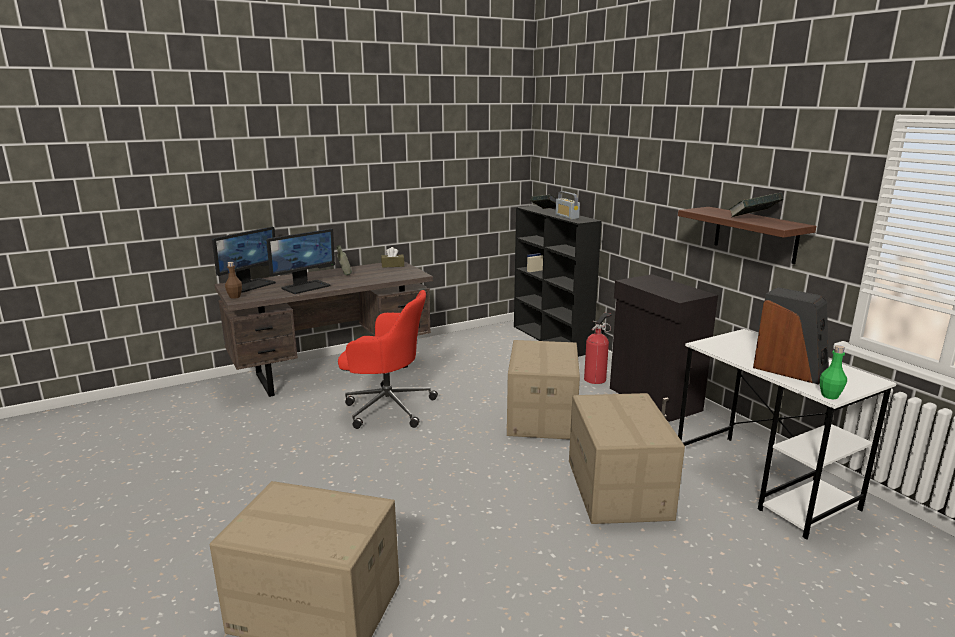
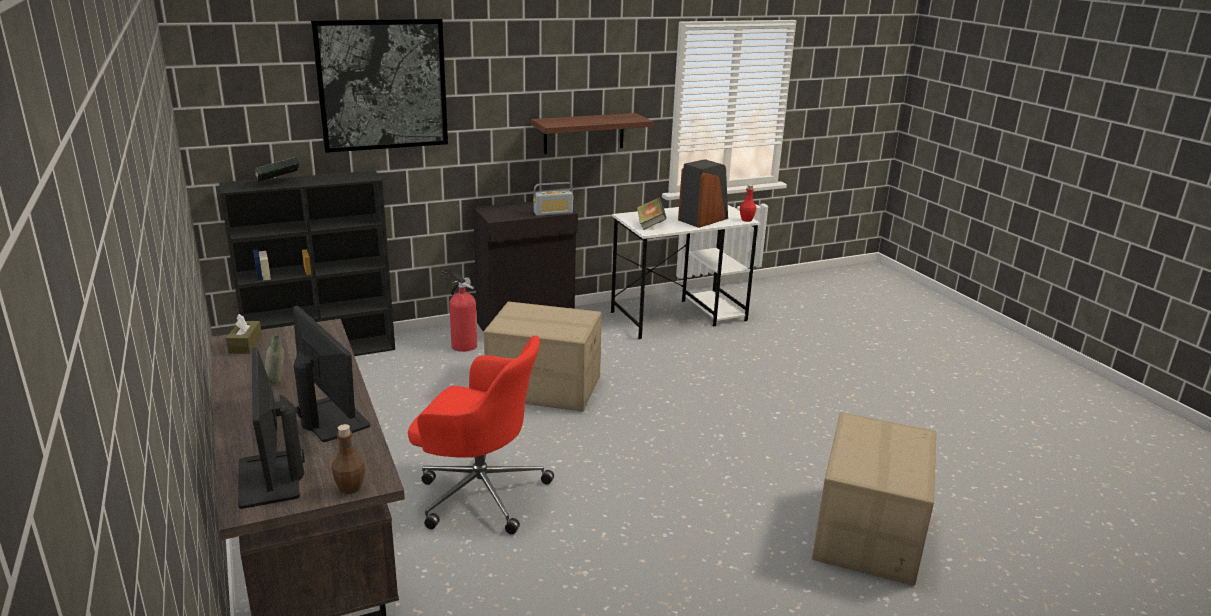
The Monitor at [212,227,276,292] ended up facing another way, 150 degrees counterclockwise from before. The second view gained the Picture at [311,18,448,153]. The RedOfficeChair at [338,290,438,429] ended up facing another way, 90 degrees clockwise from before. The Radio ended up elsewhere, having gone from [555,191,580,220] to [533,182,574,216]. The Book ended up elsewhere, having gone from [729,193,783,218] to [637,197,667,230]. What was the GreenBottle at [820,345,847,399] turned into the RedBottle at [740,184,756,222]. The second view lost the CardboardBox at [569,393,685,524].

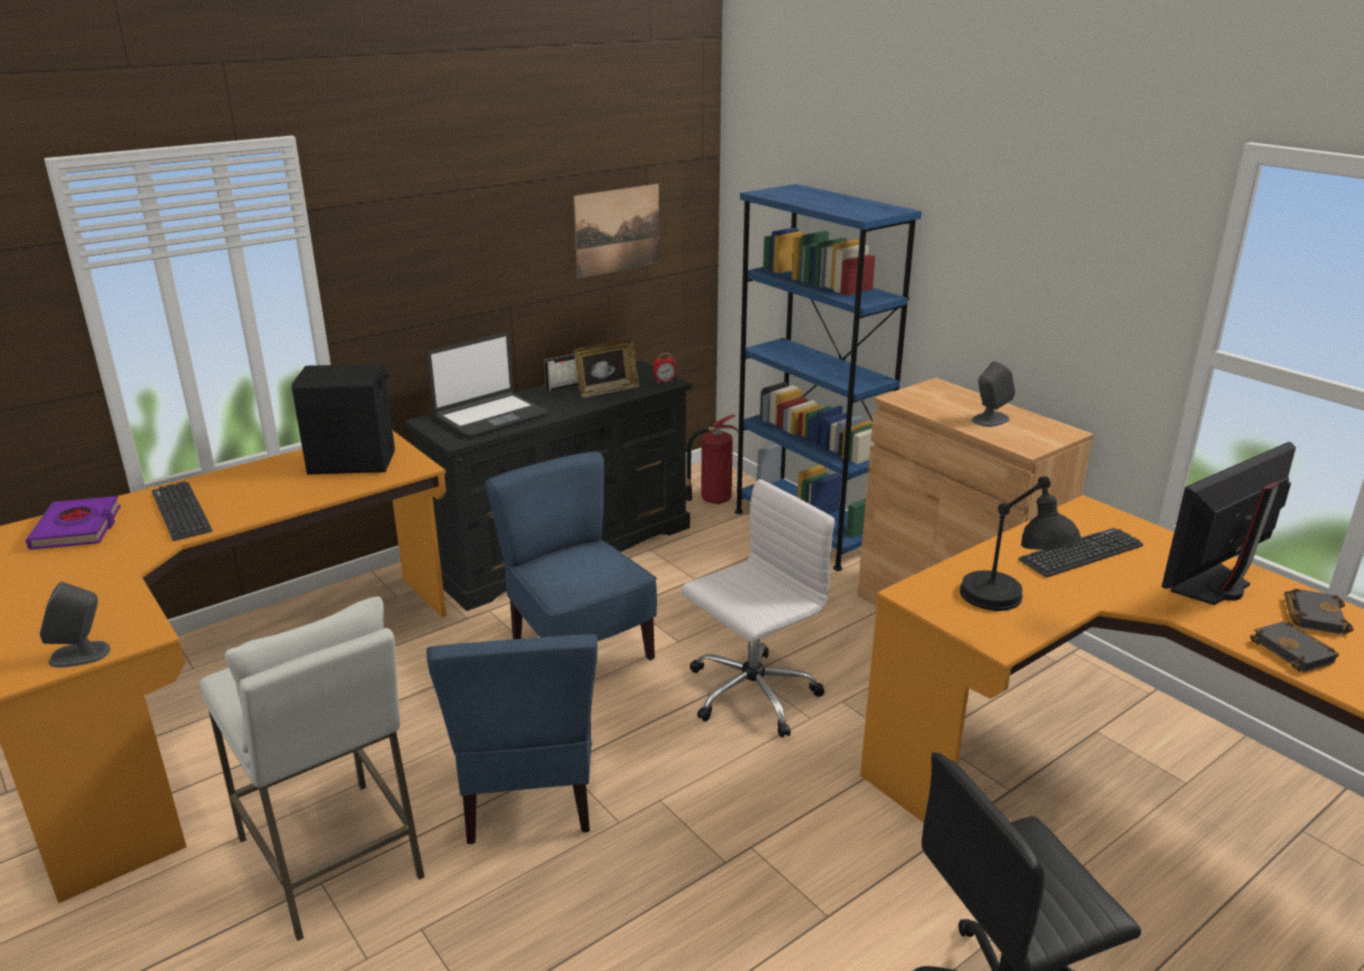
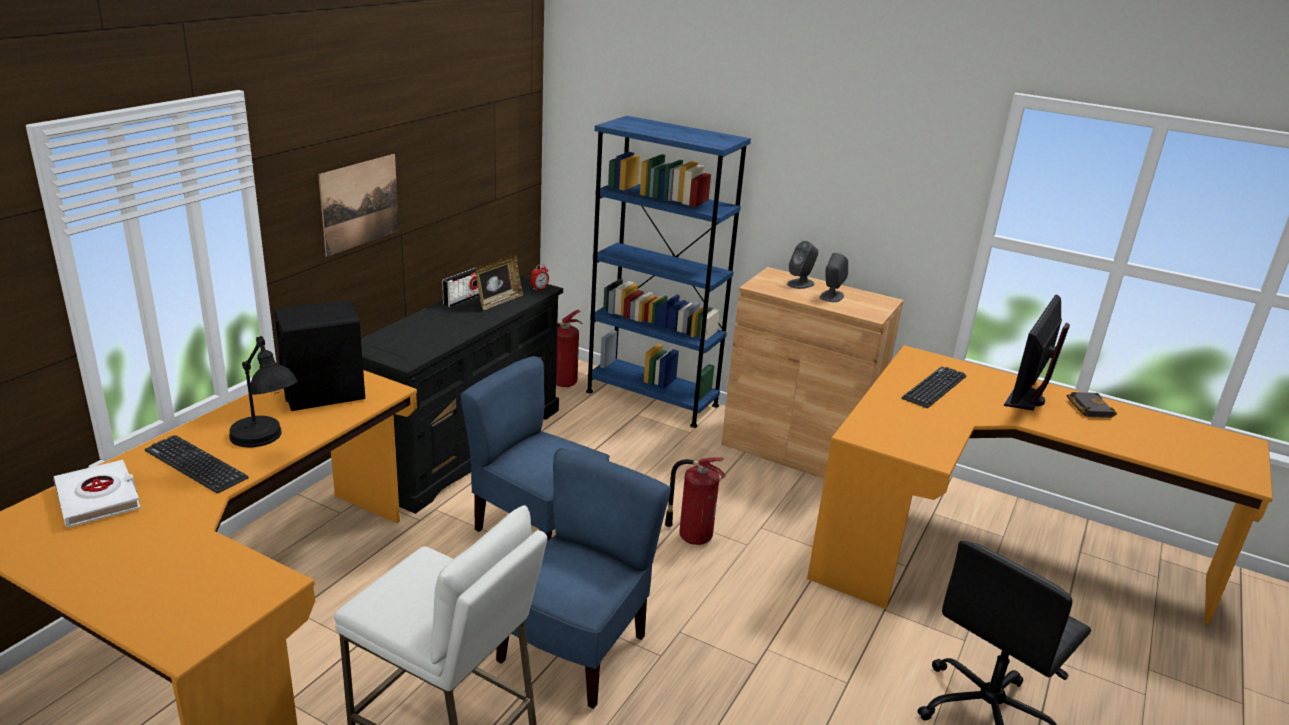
What was the PurpleBook at [25,496,121,550] turned into the WhiteBook at [53,460,141,528]. The BlackTableLamp ended up elsewhere, having gone from [960,476,1082,611] to [229,336,298,447]. The Picture ended up elsewhere, having gone from [573,184,659,279] to [318,154,399,257]. The BlueChair at [426,634,597,844] ended up facing another way, 120 degrees counterclockwise from before. Where the WhiteOfficeChair stood at [681,479,835,738], the FireExtinguisher came to stand at [665,457,725,545]. The GreySpeaker ended up elsewhere, having gone from [40,581,110,668] to [787,241,819,289]. The second view lost the Laptop at [427,333,548,438]. The second view lost the BlackBook at [1250,622,1339,672].

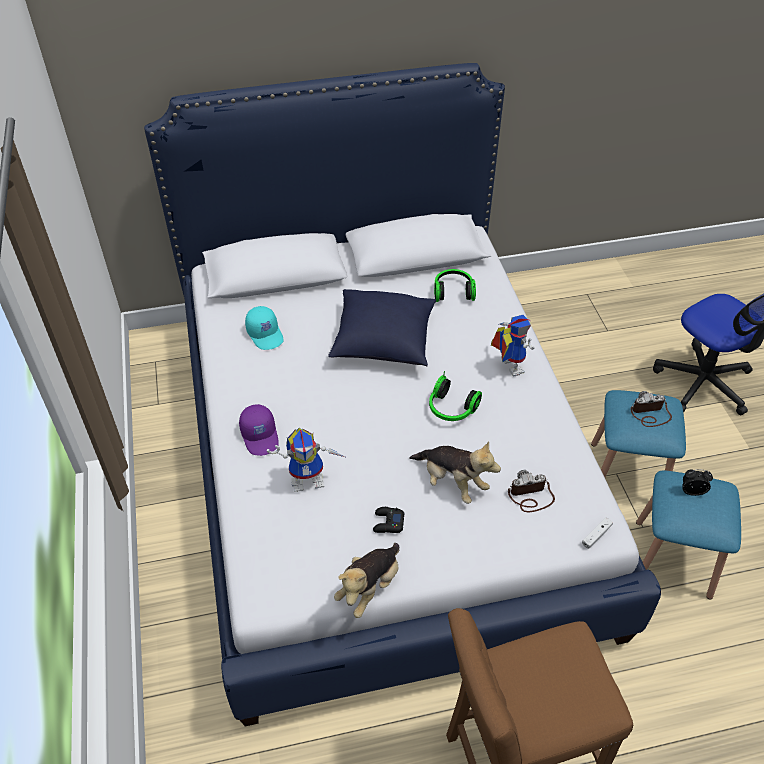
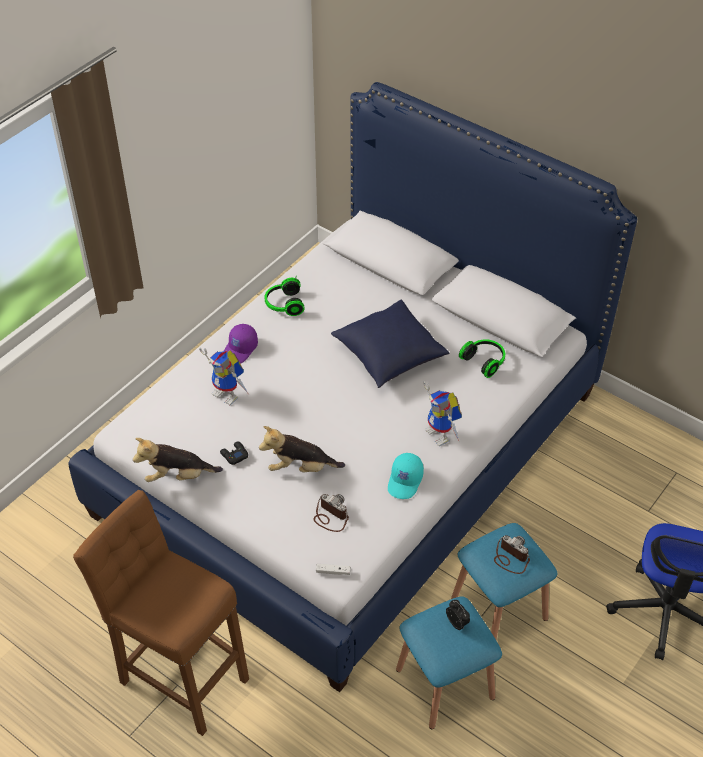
The PlushToy at [409,441,501,504] ended up facing another way, 90 degrees clockwise from before. The Headphones ended up elsewhere, having gone from [429,371,482,421] to [265,275,305,316]. The TurquoiseCap ended up elsewhere, having gone from [245,306,284,350] to [388,453,424,499]. The ToyRobot at [491,315,535,377] ended up facing another way, 120 degrees clockwise from before.

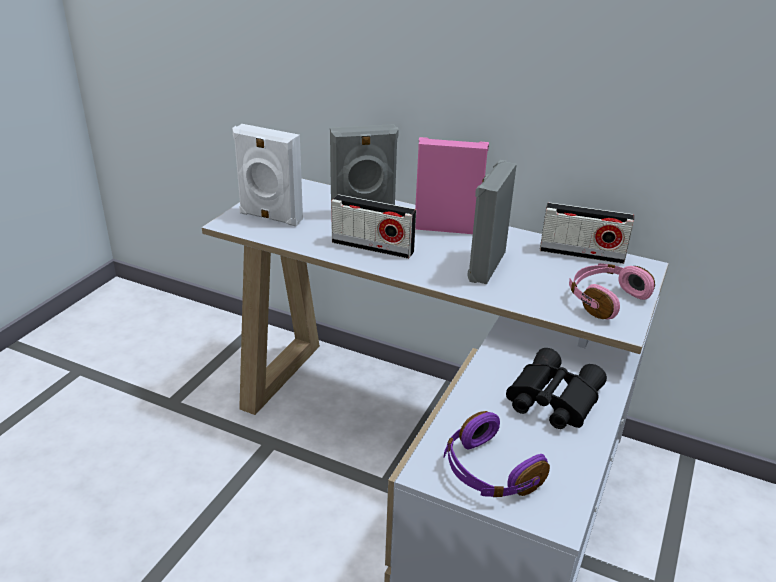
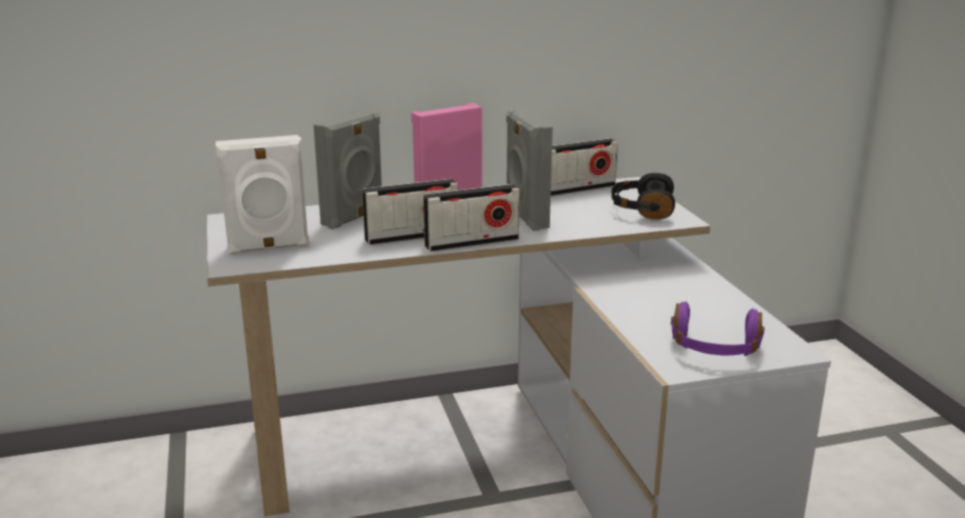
The second view gained the Radio at [423,184,520,251]. What was the PinkHeadphones at [569,263,655,319] turned into the BlackHeadphones at [612,173,675,220]. The second view lost the BlackBinoculars at [506,348,607,429].

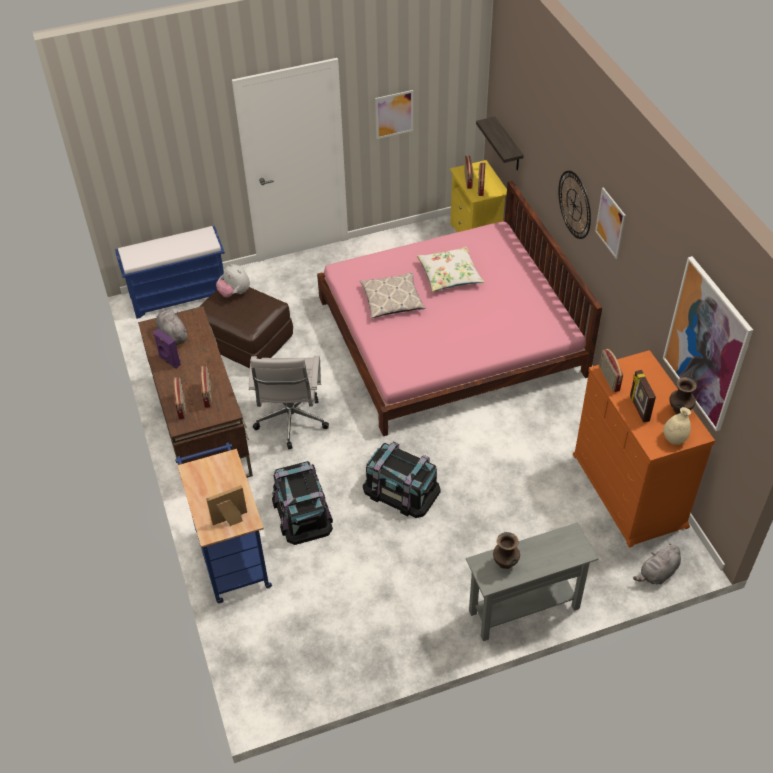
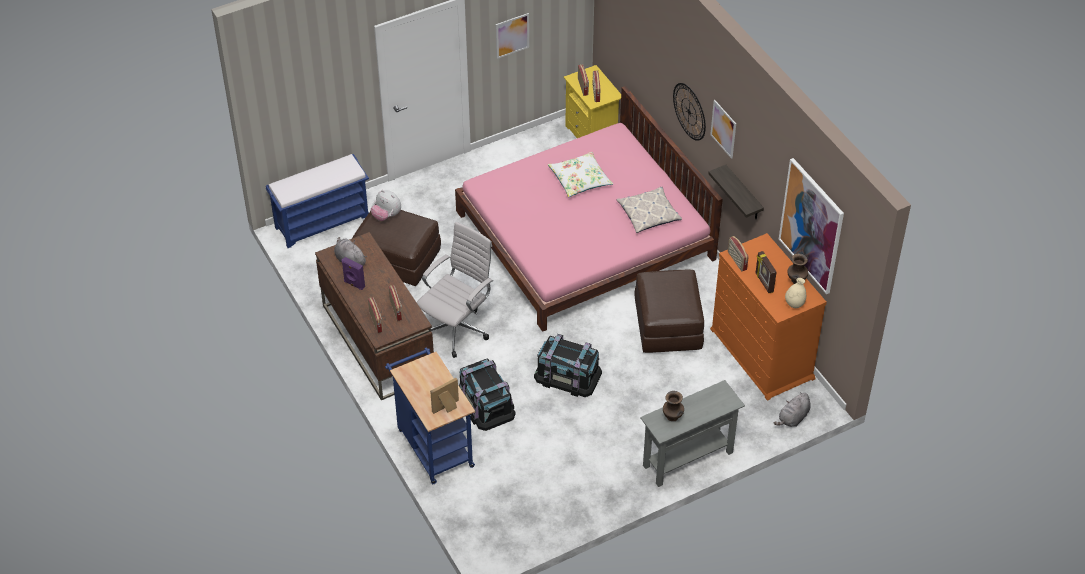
The WhiteOfficeChair at [249,356,329,449] ended up facing another way, 135 degrees counterclockwise from before. The Pillow ended up elsewhere, having gone from [360,272,425,318] to [616,186,682,233]. The second view gained the BrownOttoman at [634,270,704,353]. The Shelf ended up elsewhere, having gone from [476,117,524,170] to [708,165,764,219].

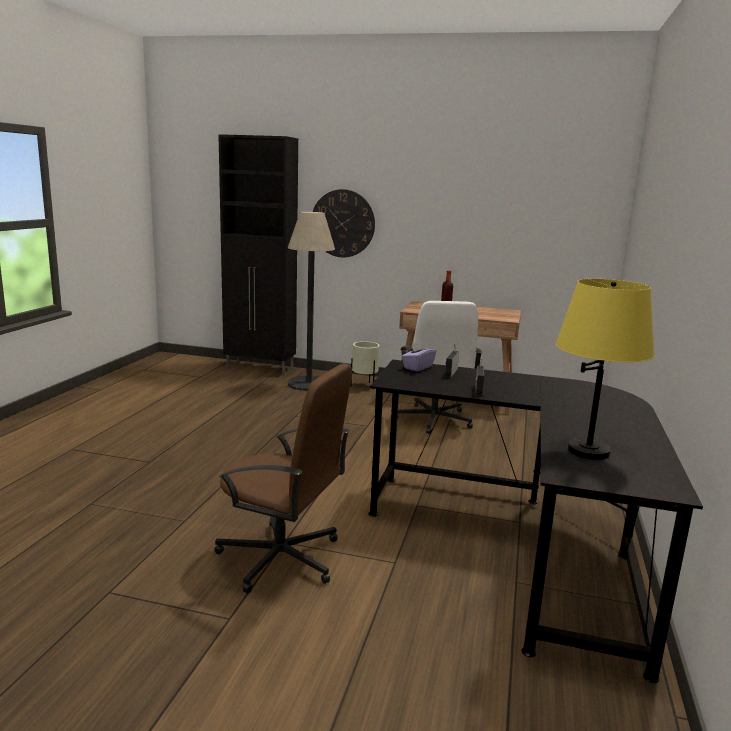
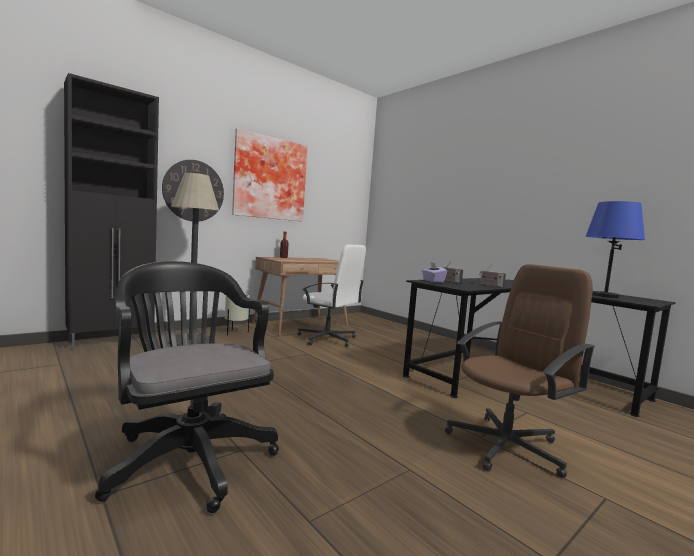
The second view gained the BlackOfficeChair at [95,261,279,513]. The second view gained the Picture at [232,128,308,221]. What was the YellowTableLamp at [556,279,655,460] turned into the BlueTableLamp at [585,201,645,298].

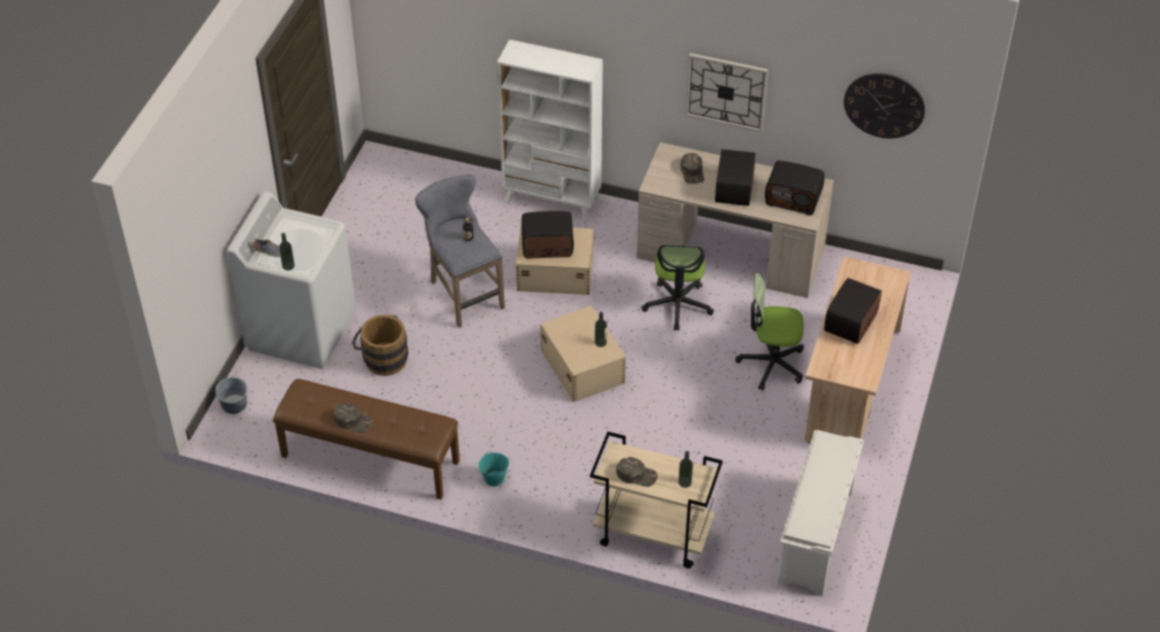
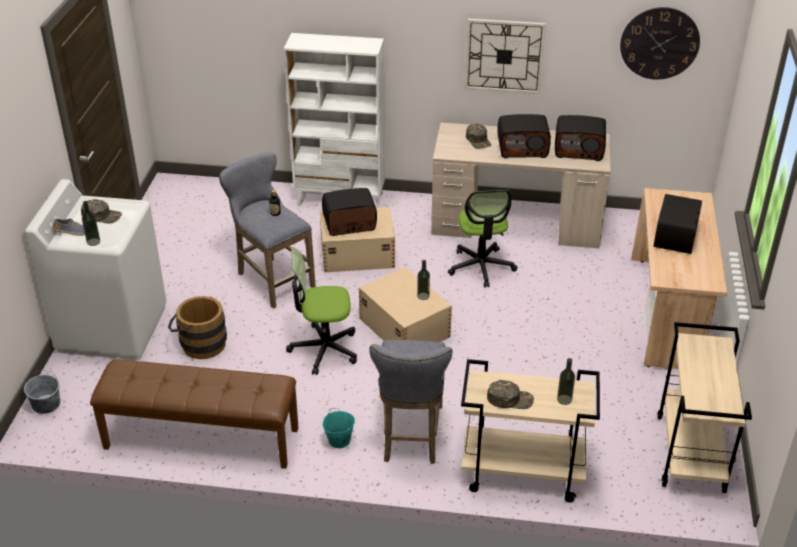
The GreenCap ended up elsewhere, having gone from [333,403,372,433] to [81,199,122,224]. The OfficeChair ended up elsewhere, having gone from [735,273,804,390] to [286,247,357,375]. The second view gained the GreyStool at [369,340,453,464]. The Radio at [715,149,756,206] ended up facing another way, 90 degrees counterclockwise from before. Where the WhiteShoeRack stood at [777,430,864,596], the BeigeCart came to stand at [657,322,752,493].

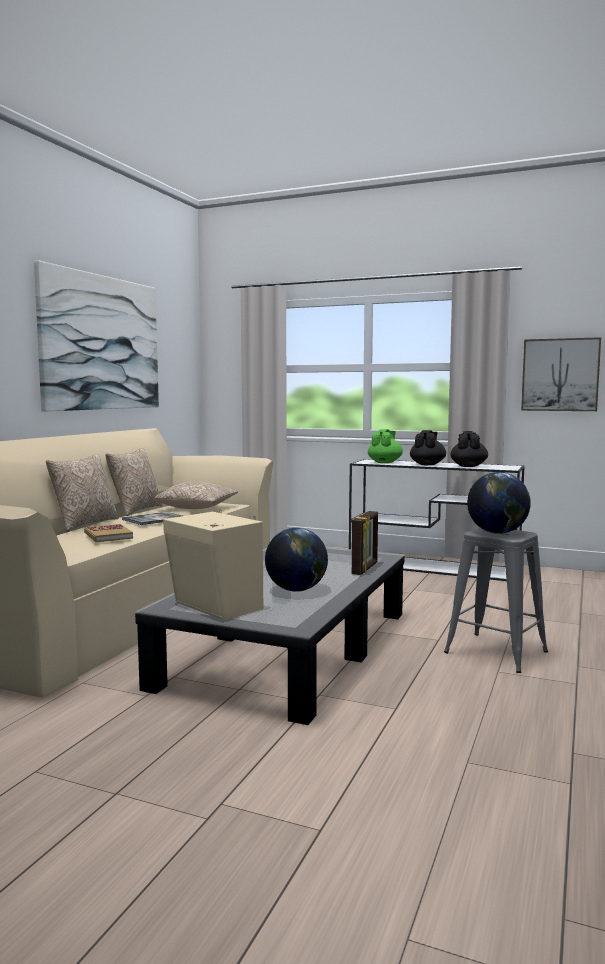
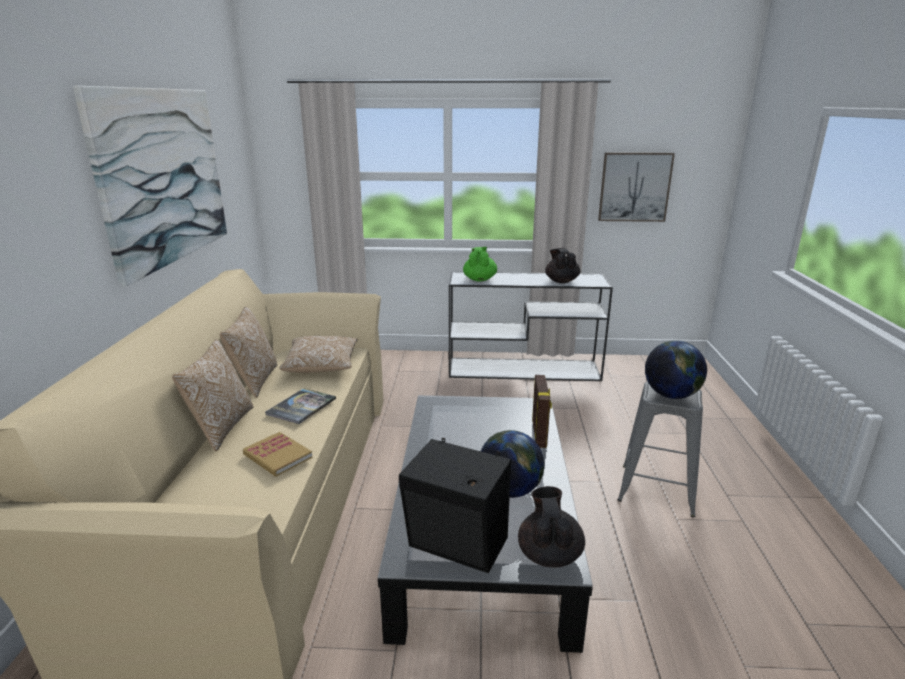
What was the BeigeSpeaker at [163,509,263,621] turned into the BlackSpeaker at [399,438,511,573]. The BlackTeapot ended up elsewhere, having gone from [410,430,446,465] to [518,486,585,567].

